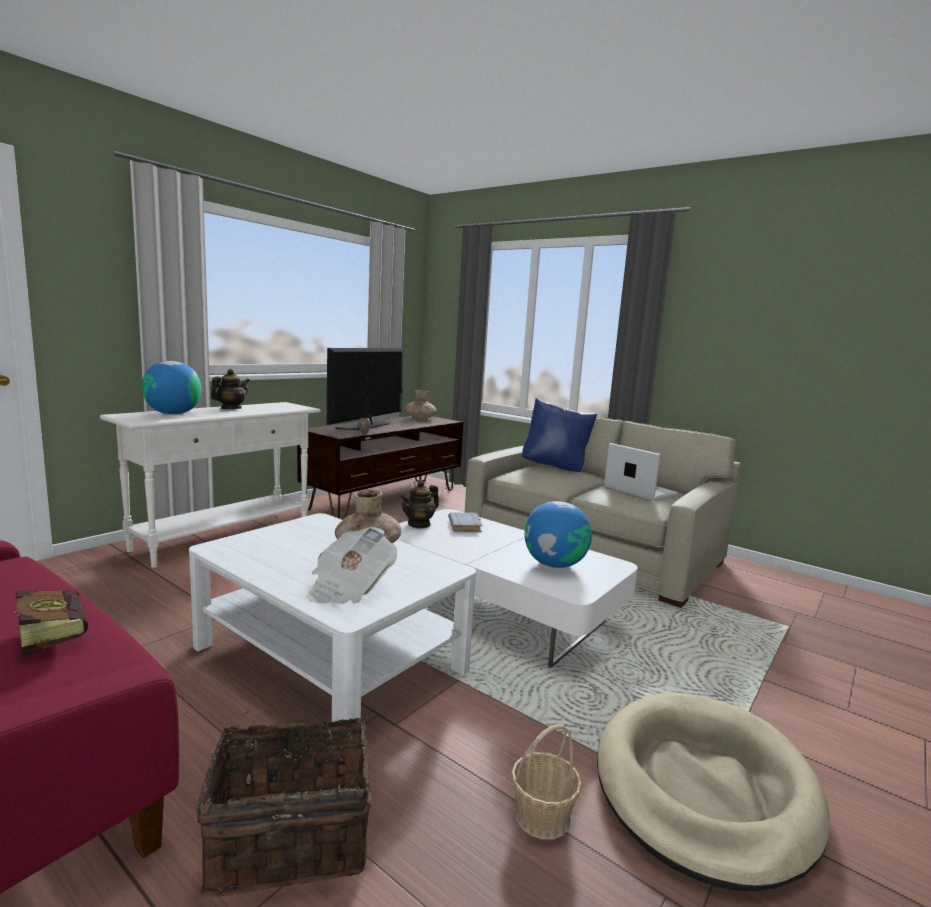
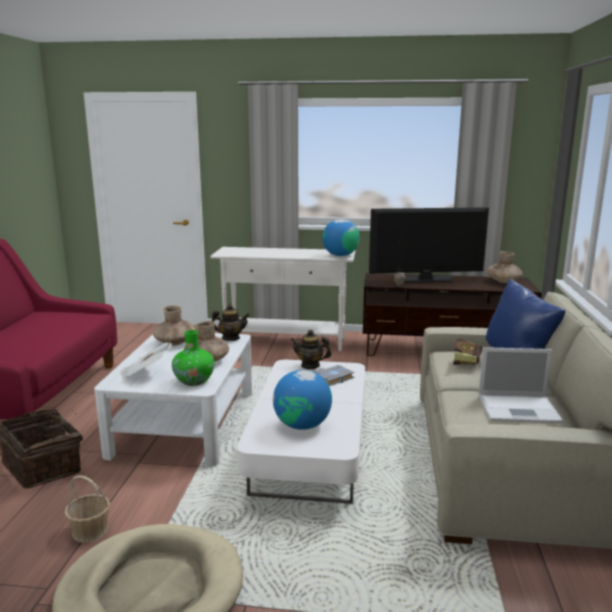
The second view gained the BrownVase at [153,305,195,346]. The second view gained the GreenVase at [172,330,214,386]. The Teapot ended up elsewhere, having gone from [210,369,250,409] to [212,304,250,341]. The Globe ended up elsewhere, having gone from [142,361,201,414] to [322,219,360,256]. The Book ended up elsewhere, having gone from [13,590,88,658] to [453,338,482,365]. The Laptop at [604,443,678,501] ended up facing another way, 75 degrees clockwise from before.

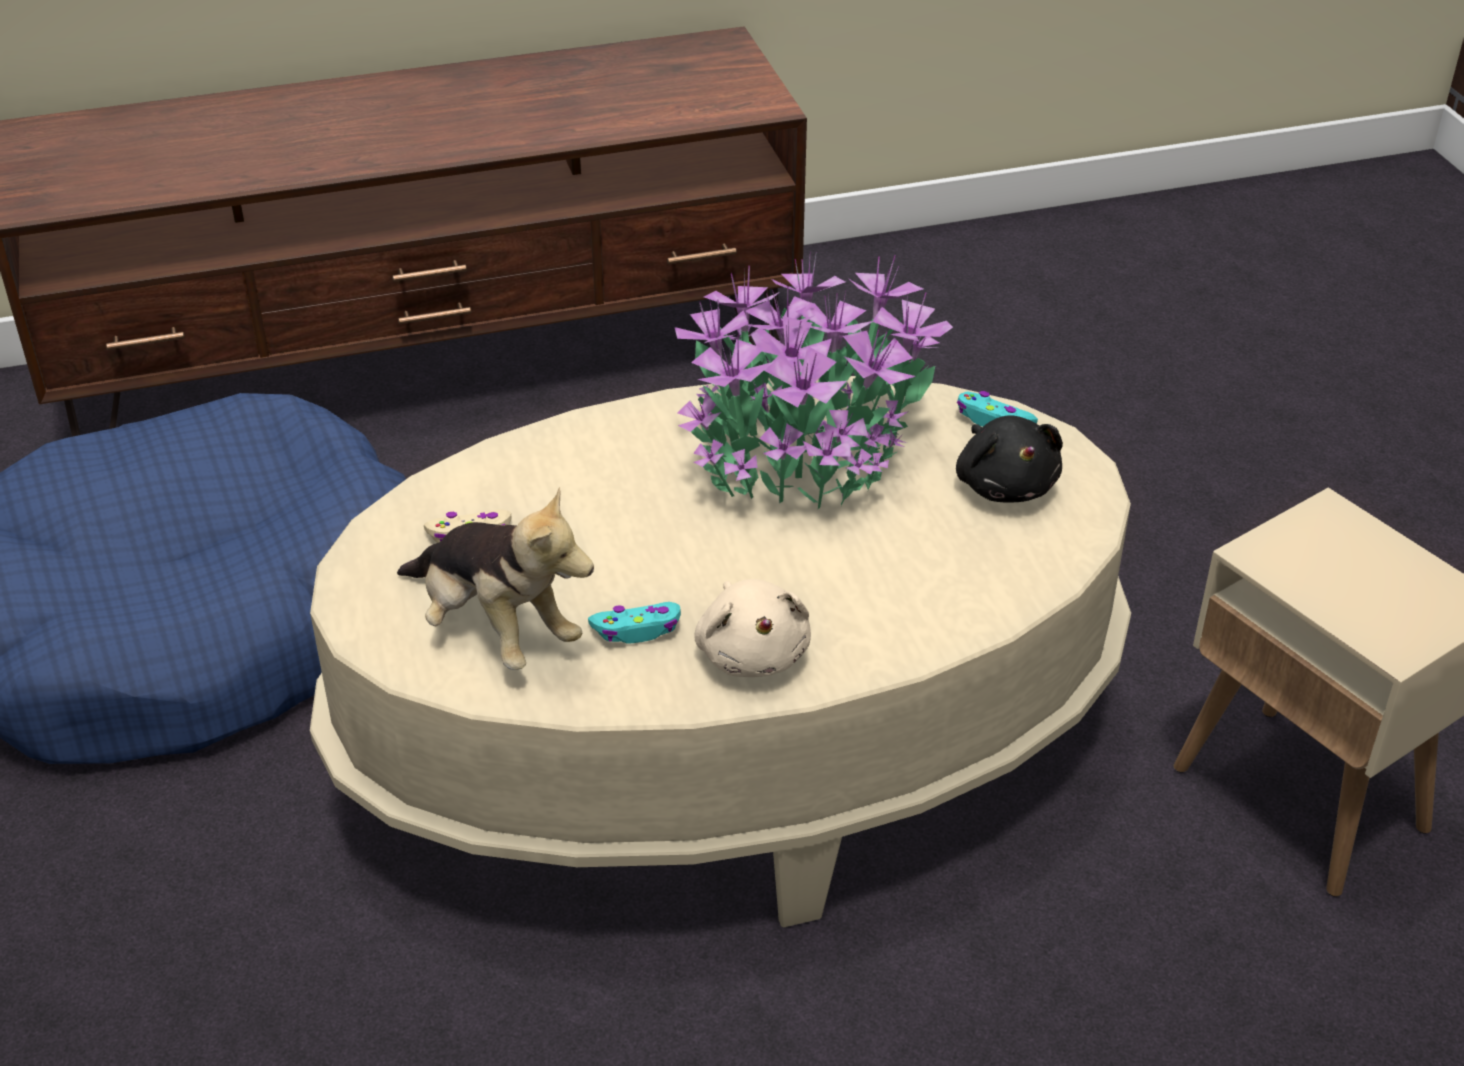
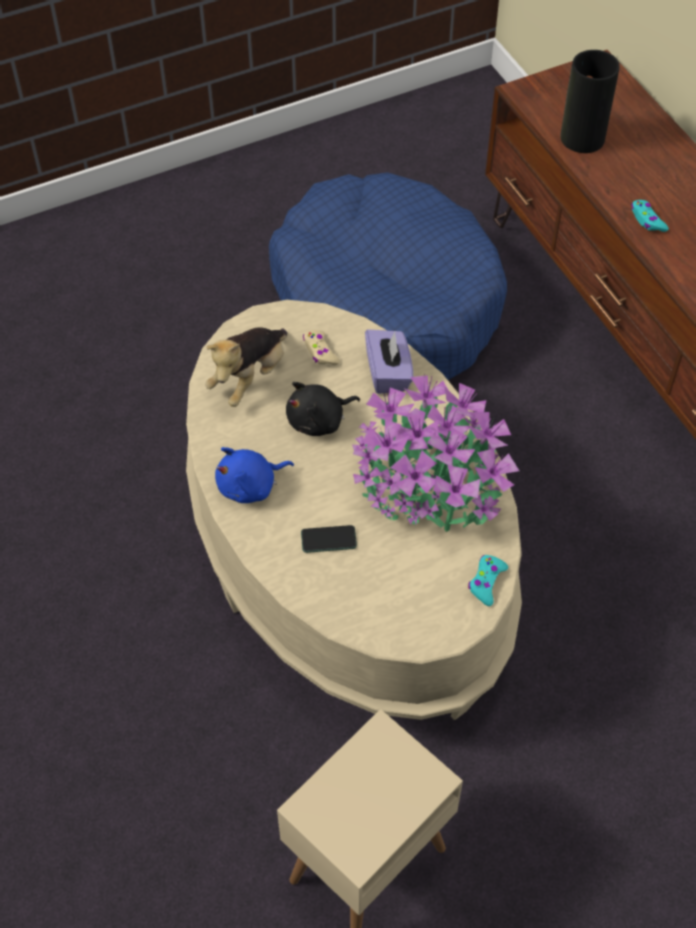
What was the BeigePlushToy at [694,579,811,677] turned into the BluePlushToy at [215,447,294,503]. The BlackPlushToy ended up elsewhere, having gone from [956,415,1063,503] to [286,382,360,436]. The second view gained the Phone at [301,525,357,553]. The second view gained the PurpleTissueBox at [365,329,413,394]. The second view gained the Vase at [560,50,620,153]. The TurquoiseGameController ended up elsewhere, having gone from [588,602,681,643] to [631,200,669,232].

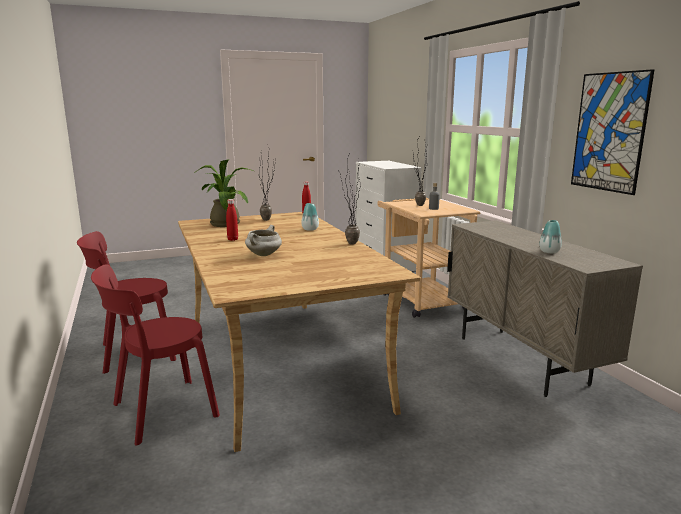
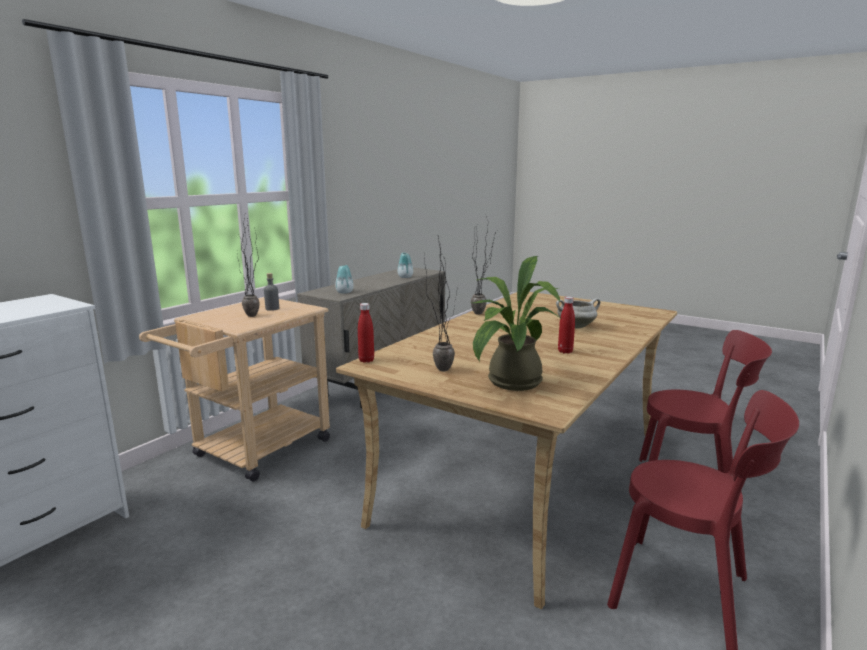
The Vase ended up elsewhere, having gone from [301,203,319,231] to [335,265,354,294]. The second view lost the Picture at [571,69,655,195].

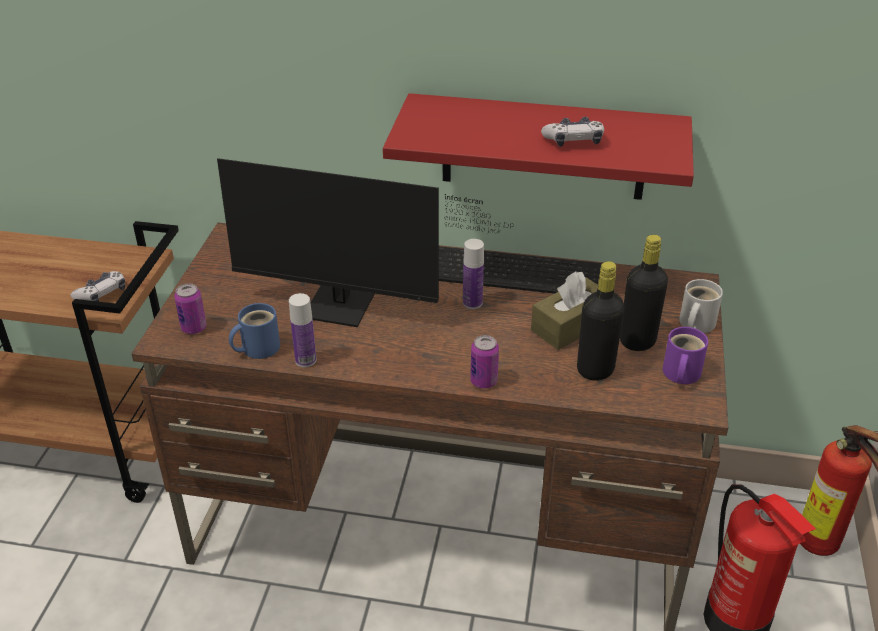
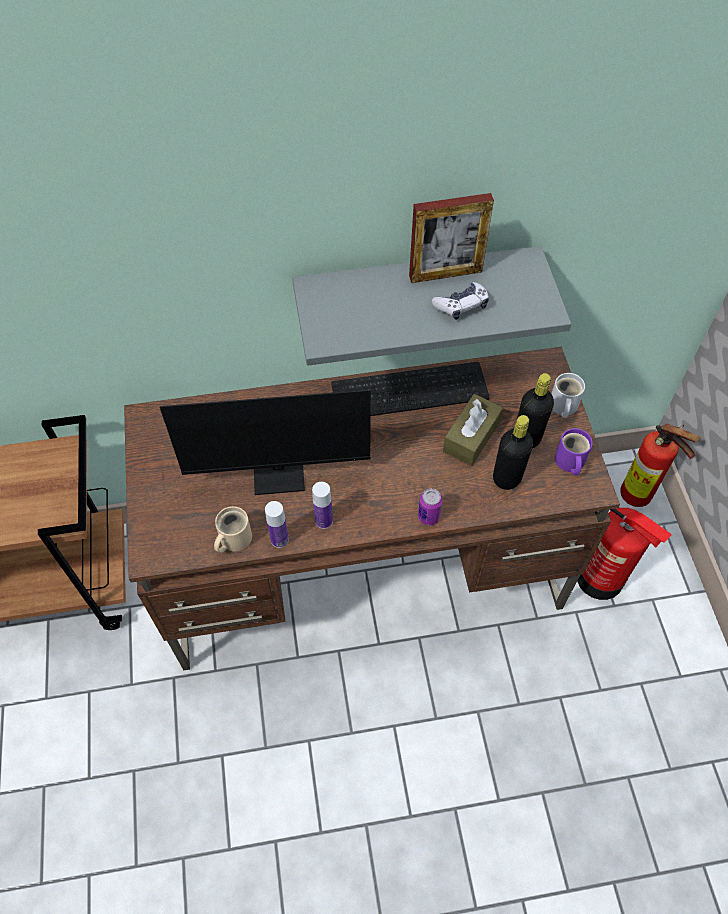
What was the BlueMug at [229,303,280,359] turned into the BeigeMug at [214,506,252,553]. What was the RedShelf at [383,93,694,200] turned into the GreyShelf at [292,246,571,366]. The Bottle ended up elsewhere, having gone from [463,239,484,309] to [312,482,333,529]. The second view gained the PictureFrame at [409,193,494,283]. The second view lost the GameController at [70,271,125,302]. The second view lost the Can at [174,283,207,334].

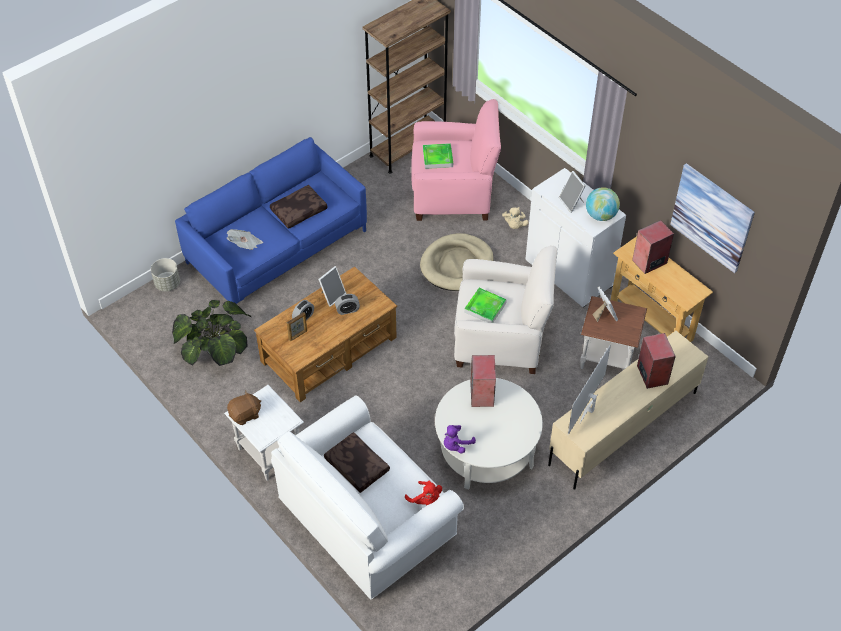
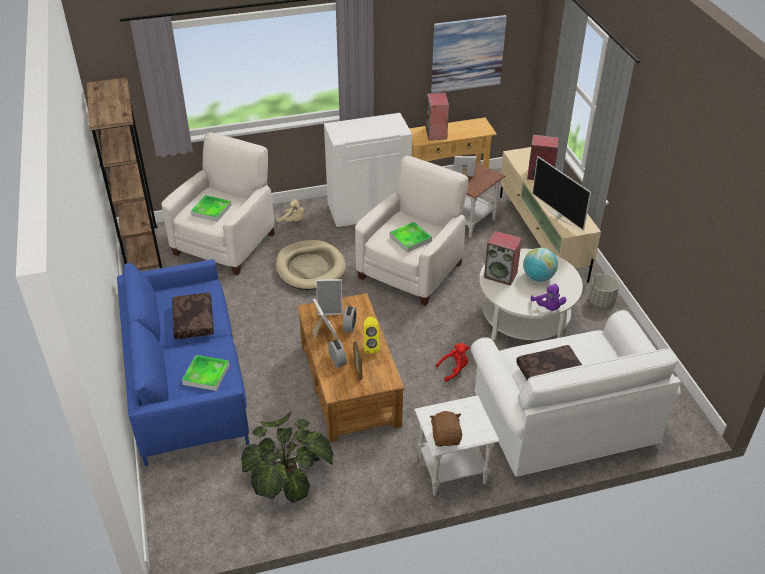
What was the PinkArmchair at [411,99,501,221] turned into the WhiteArmchair at [161,133,275,275]. Where the Newspaper stood at [227,229,263,250], the Tray came to stand at [182,355,230,391]. The PictureFrame ended up elsewhere, having gone from [559,171,586,213] to [316,279,343,315]. The second view gained the YellowSpeaker at [364,316,380,354]. The RedPlushToy ended up elsewhere, having gone from [405,481,442,505] to [435,343,469,382]. The Globe ended up elsewhere, having gone from [586,187,620,221] to [523,248,558,282]. The GreyPlanter ended up elsewhere, having gone from [151,258,180,291] to [589,274,619,308].

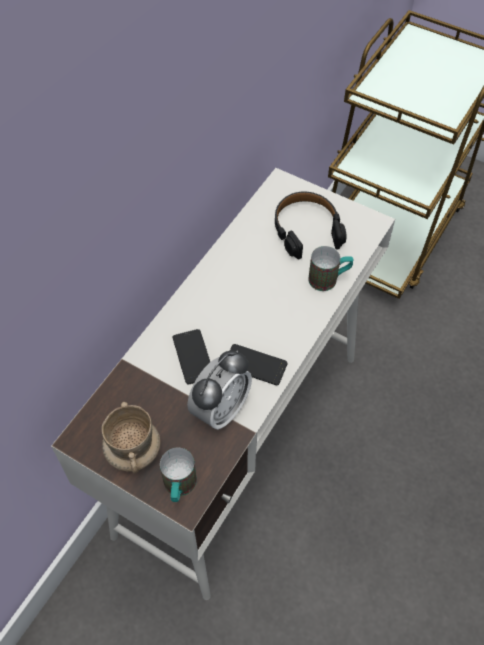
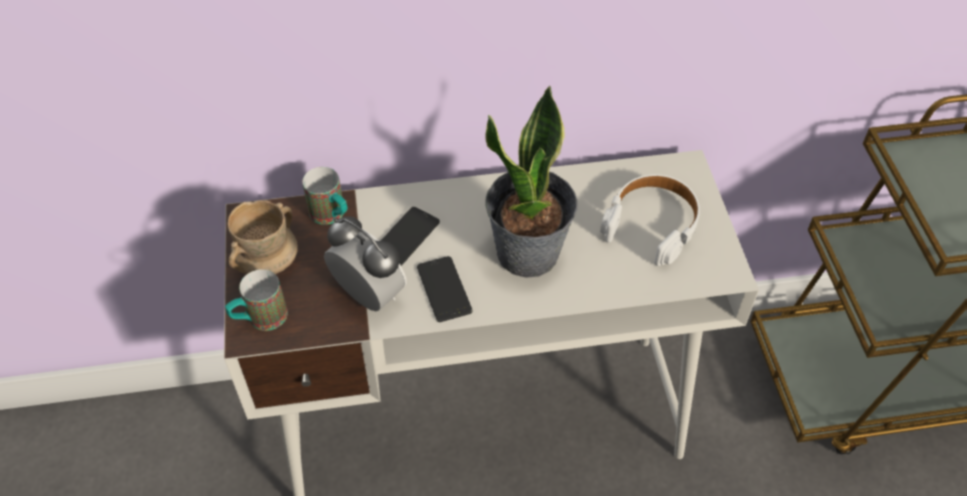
The Mug ended up elsewhere, having gone from [308,246,353,291] to [302,167,347,225]. The AlarmClock at [187,350,252,430] ended up facing another way, 135 degrees counterclockwise from before. The second view gained the PottedPlant at [485,86,578,278]. What was the BlackHeadphones at [275,192,347,259] turned into the WhiteHeadphones at [600,174,700,266].

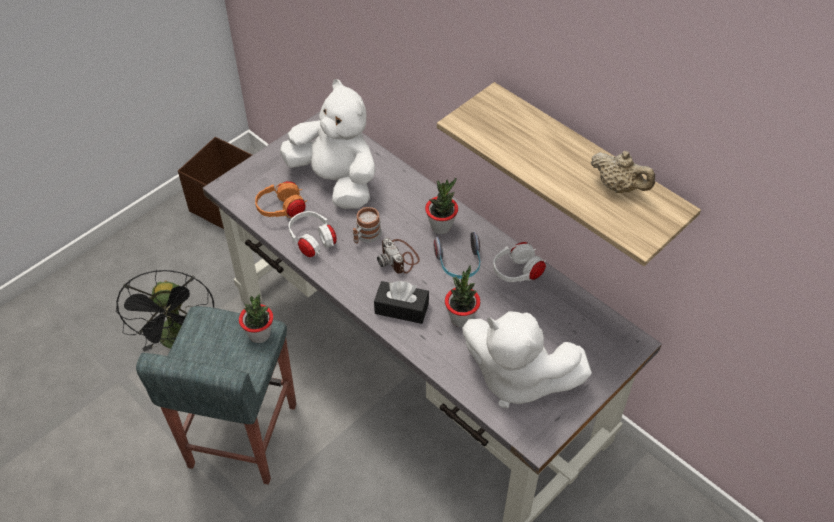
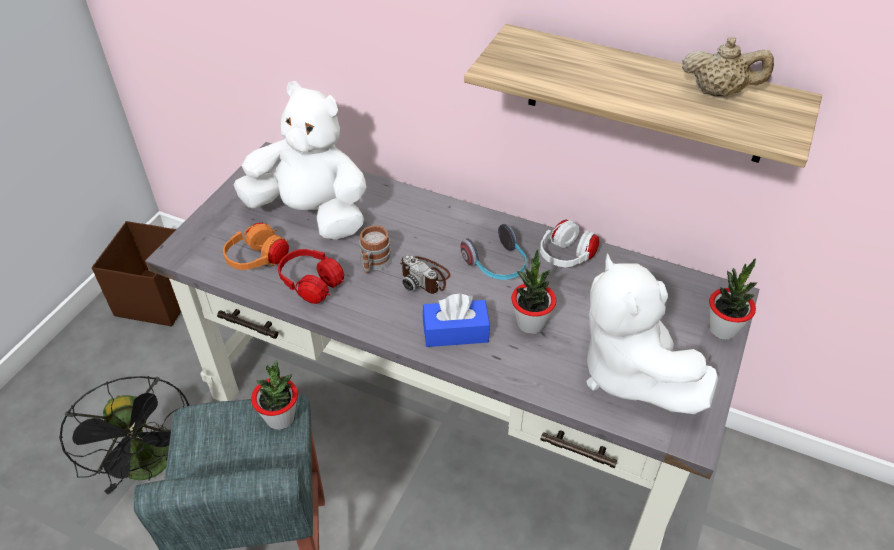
What was the WhiteHeadphones at [289,211,337,257] turned into the RedHeadphones at [278,249,344,304]. What was the BlackTissueBox at [374,281,429,324] turned into the BlueTissueBox at [423,293,490,347]. The WhitePlushToy at [462,311,592,408] ended up facing another way, 60 degrees clockwise from before. The PottedPlant ended up elsewhere, having gone from [425,178,458,234] to [709,259,757,340].

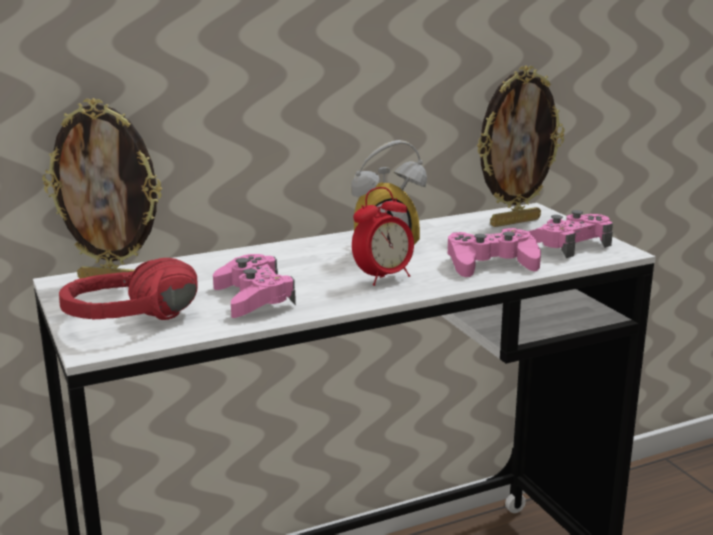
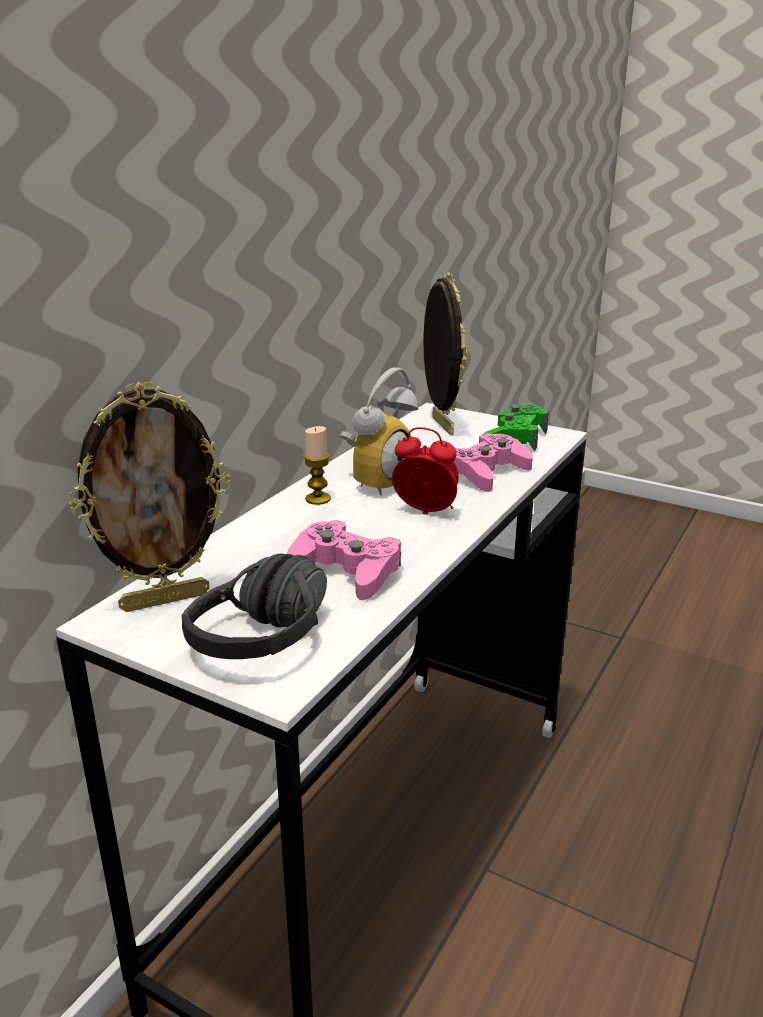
What was the RedHeadphones at [59,258,198,320] turned into the BlackHeadphones at [182,553,327,659]. The second view gained the Candle at [303,426,331,505]. The AlarmClock at [352,187,414,286] ended up facing another way, 90 degrees counterclockwise from before. The PictureFrame at [477,65,564,227] ended up facing another way, 45 degrees counterclockwise from before. What was the PinkGameController at [528,210,613,258] turned into the GreenGameController at [484,404,549,451].

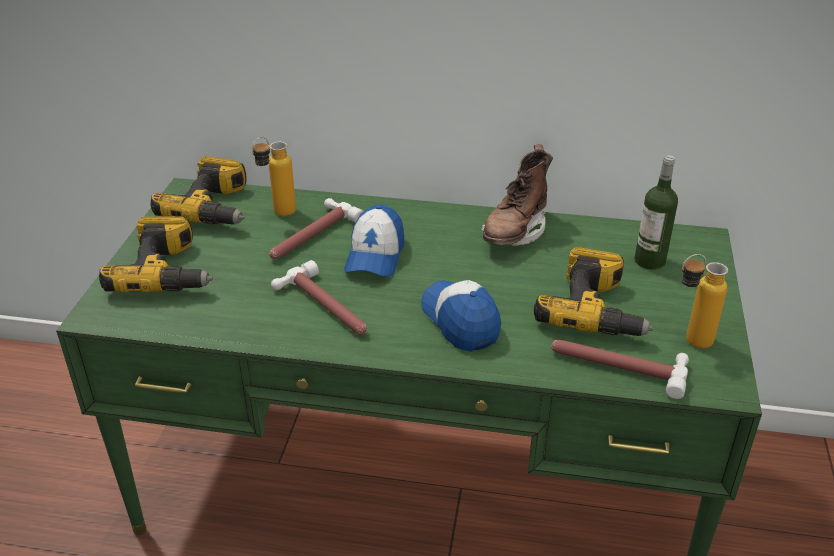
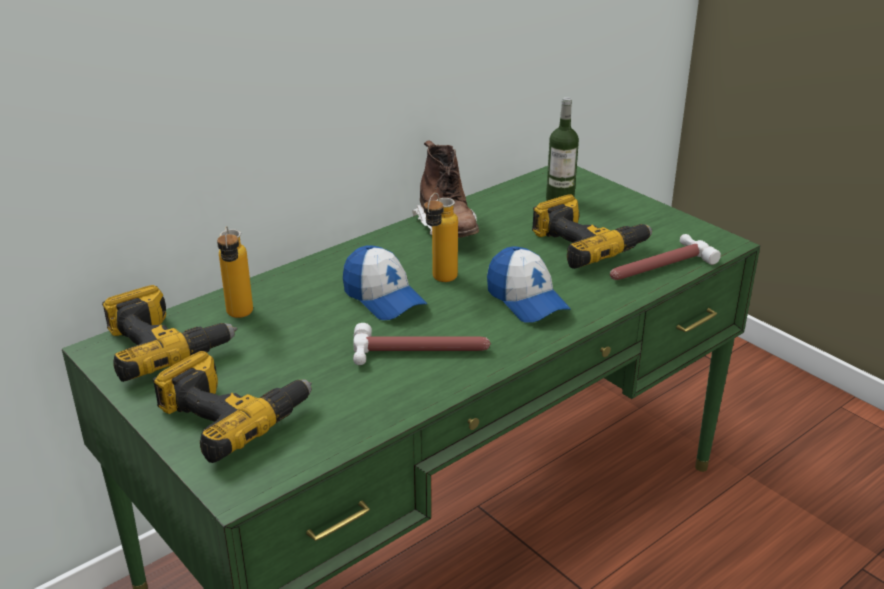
The Bottle ended up elsewhere, having gone from [682,254,728,348] to [424,193,458,282]. The Cap at [421,280,501,352] ended up facing another way, 135 degrees counterclockwise from before. The second view lost the Hammer at [269,198,364,259].

